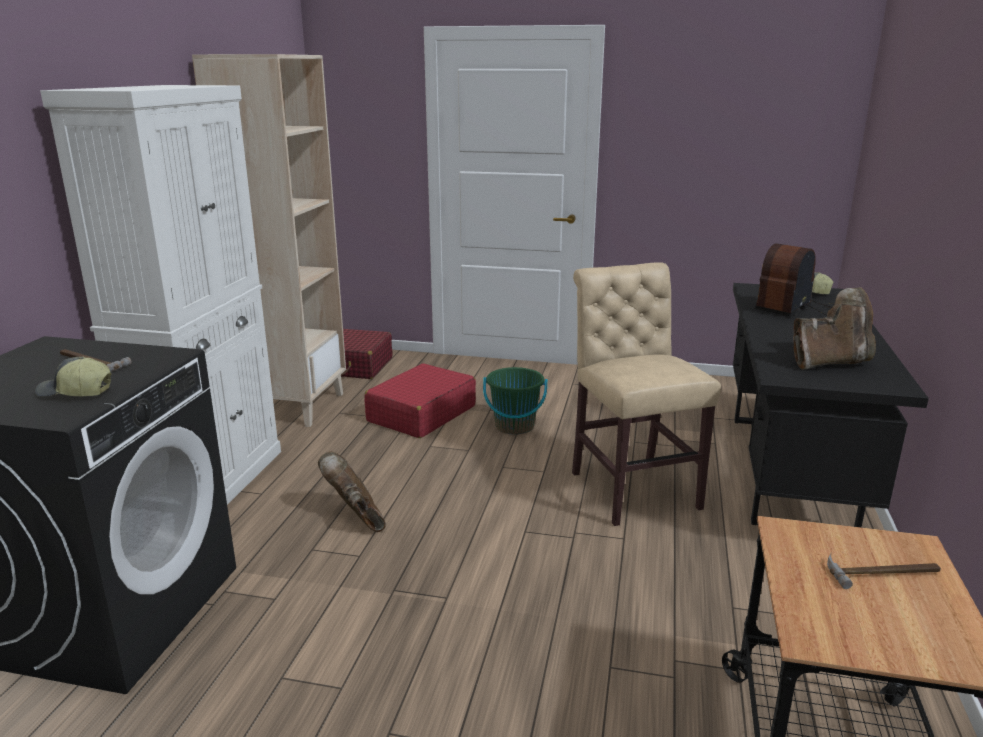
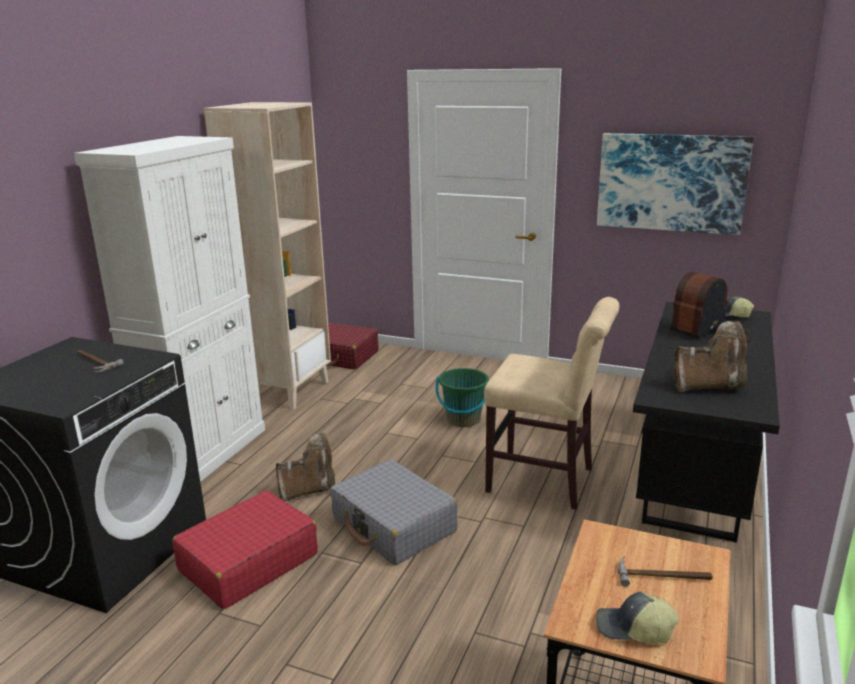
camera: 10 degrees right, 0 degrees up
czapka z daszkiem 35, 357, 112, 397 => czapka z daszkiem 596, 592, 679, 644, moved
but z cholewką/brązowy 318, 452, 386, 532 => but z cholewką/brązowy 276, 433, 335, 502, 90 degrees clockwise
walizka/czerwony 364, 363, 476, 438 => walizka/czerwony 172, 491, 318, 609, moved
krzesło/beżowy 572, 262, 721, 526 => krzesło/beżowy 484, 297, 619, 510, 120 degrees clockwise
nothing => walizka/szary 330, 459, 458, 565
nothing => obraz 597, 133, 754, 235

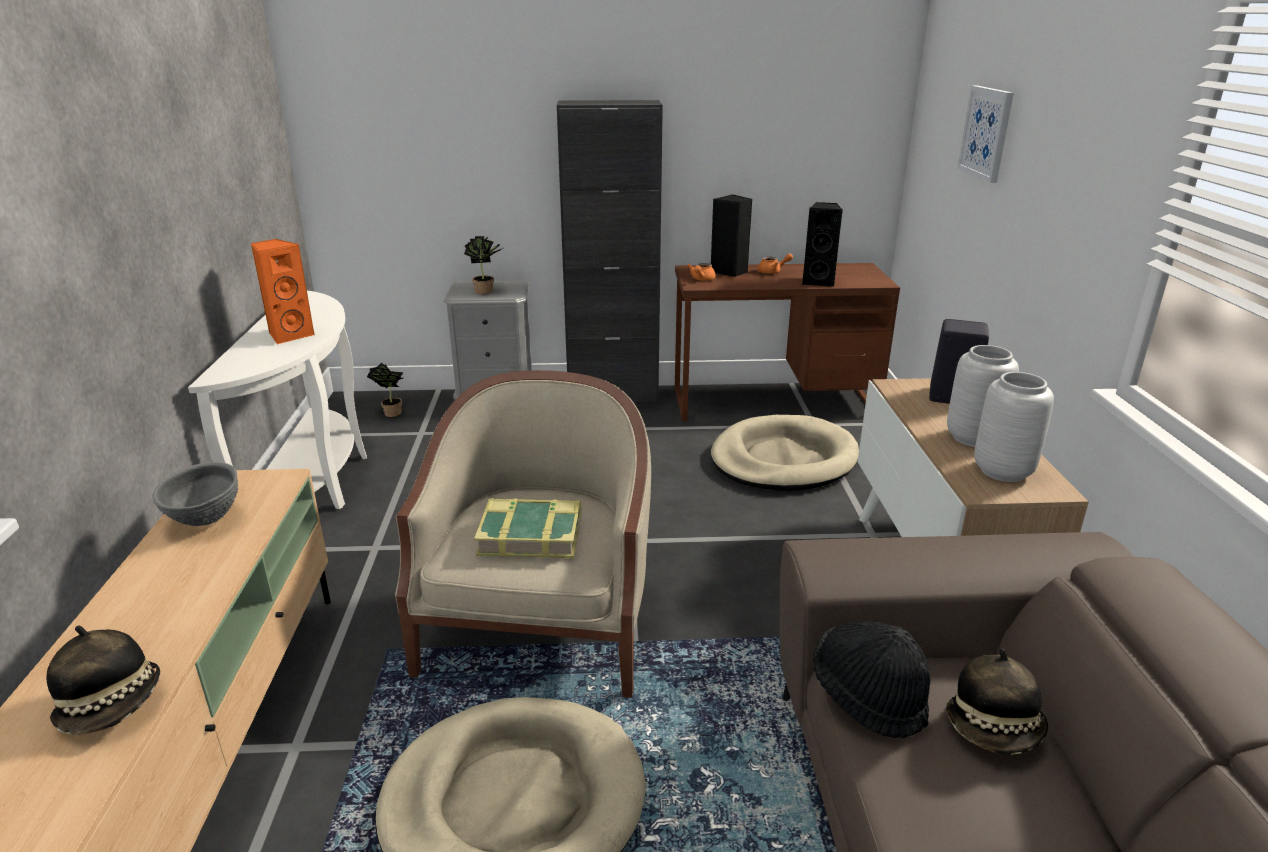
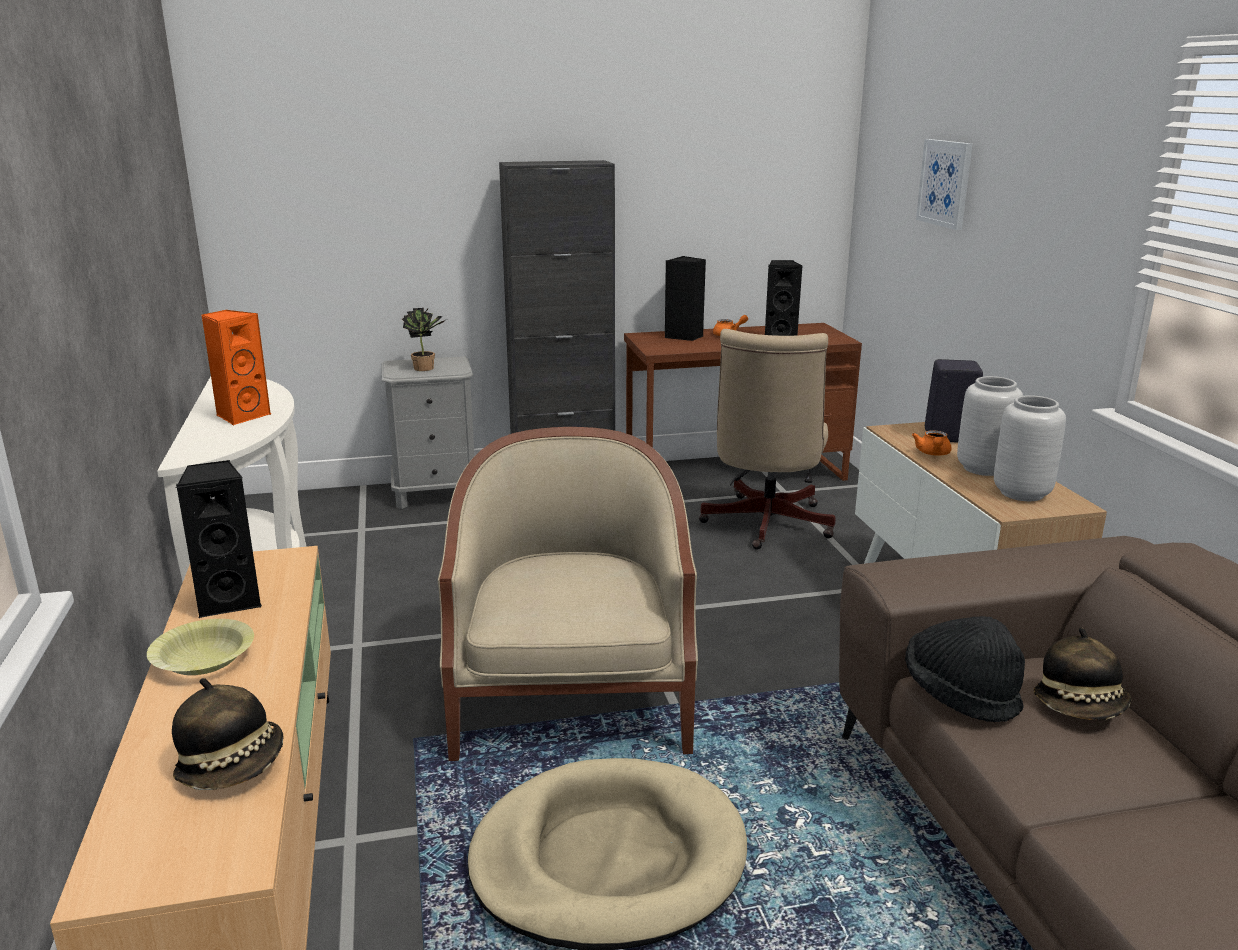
camera: 10 degrees left, 5 degrees down
miska/szary 152, 462, 238, 526 => głośnik/czarny 176, 460, 262, 619
roślina doniczkowa 367, 362, 403, 417 => nothing
książka 474, 498, 581, 558 => nothing
imbryk/pomarańczowy 687, 263, 716, 281 => imbryk/pomarańczowy 912, 430, 951, 456, moved
legowisko/beżowy 711, 415, 859, 491 => krzesło biurowe/beżowy 699, 329, 836, 550
nothing => miska/żółty 147, 619, 254, 675

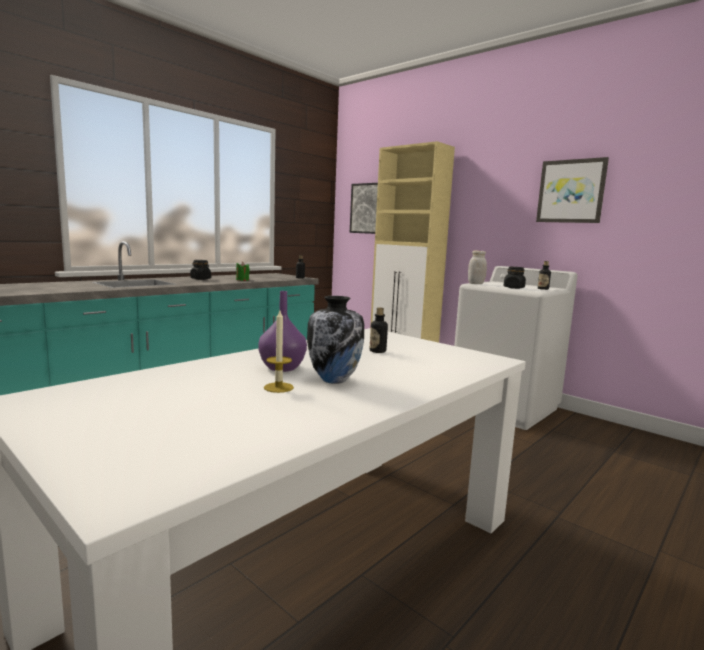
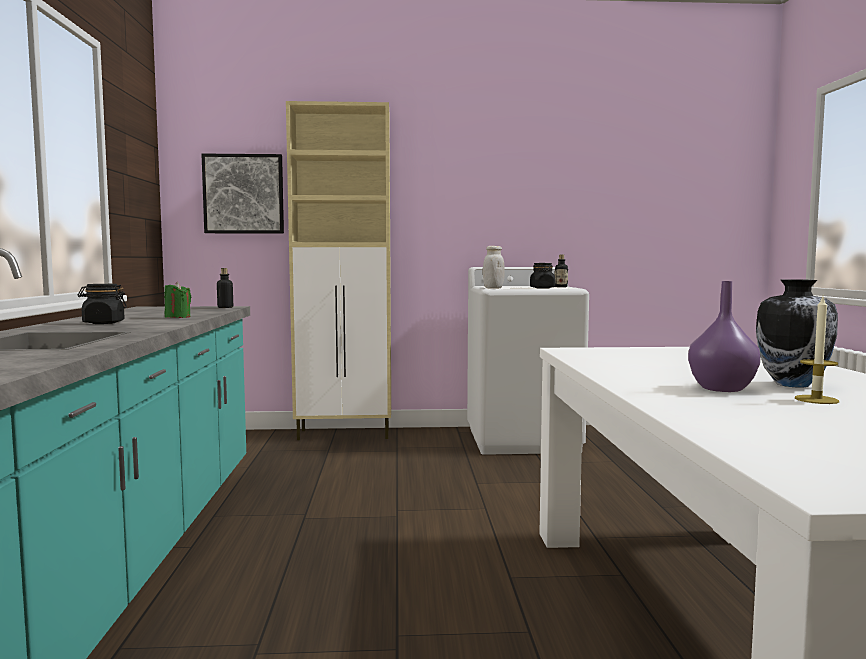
camera: 45 degrees left, 5 degrees down
butelka 370, 307, 388, 353 => nothing
obraz 536, 157, 609, 223 => nothing

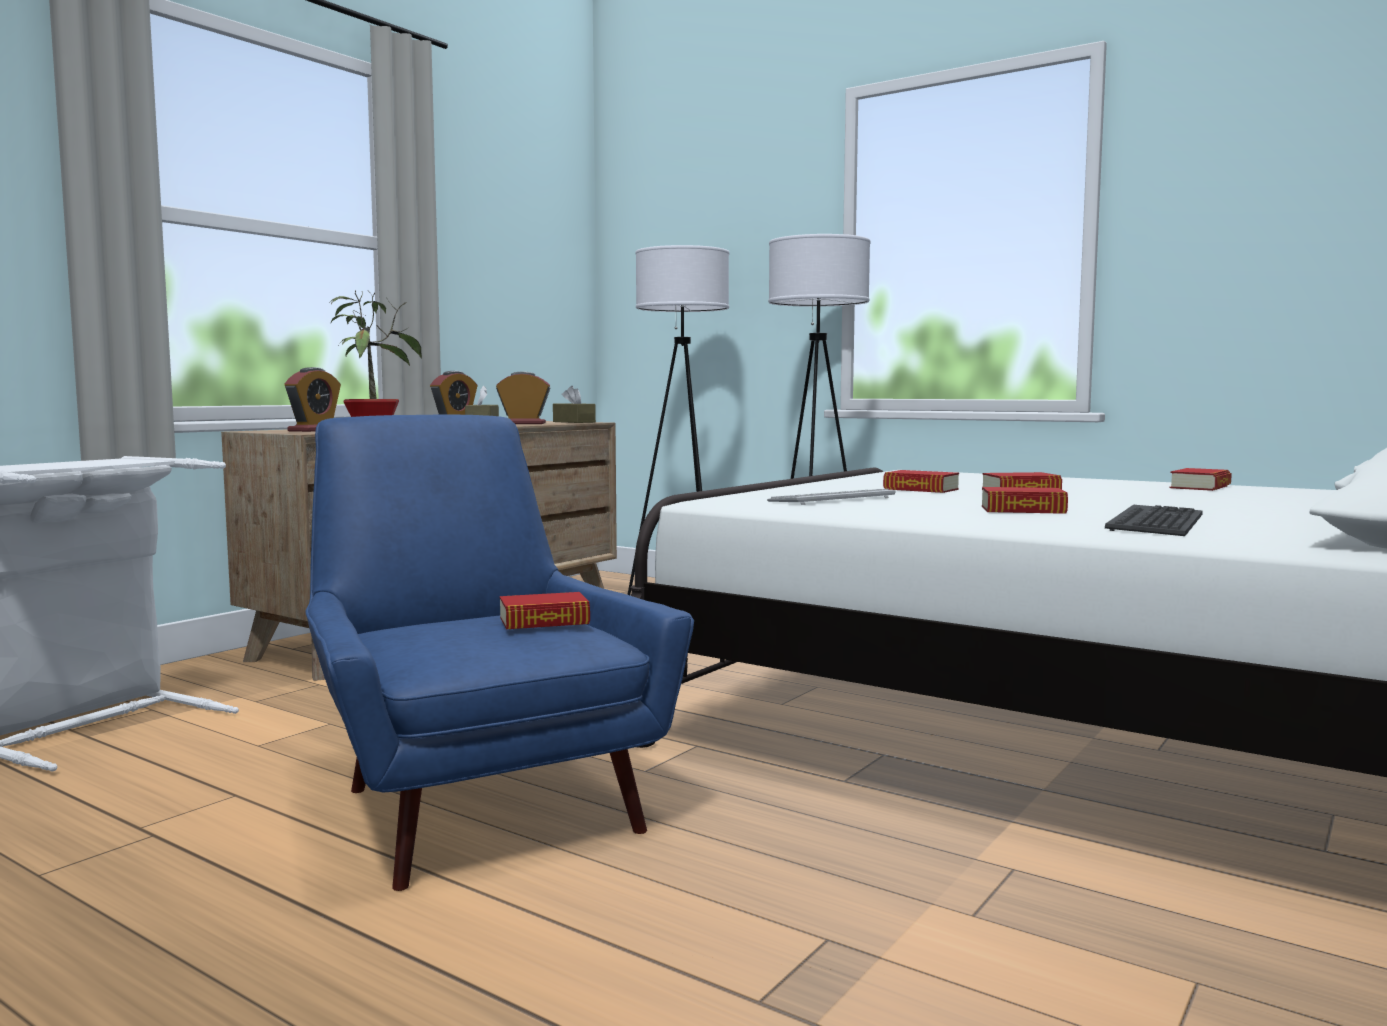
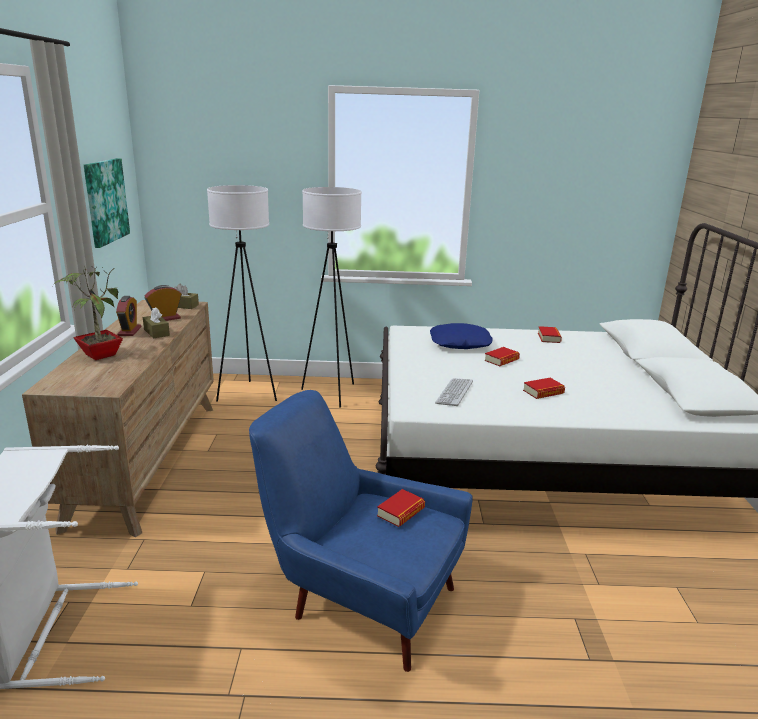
camera: 35 degrees left, 15 degrees up
budzik 285, 367, 341, 432 => nothing
książka 883, 470, 959, 493 => nothing
klawiatura 1105, 505, 1203, 536 => nothing
nothing => obraz 84, 158, 130, 248
nothing => poduszka/niebieski 430, 323, 493, 349

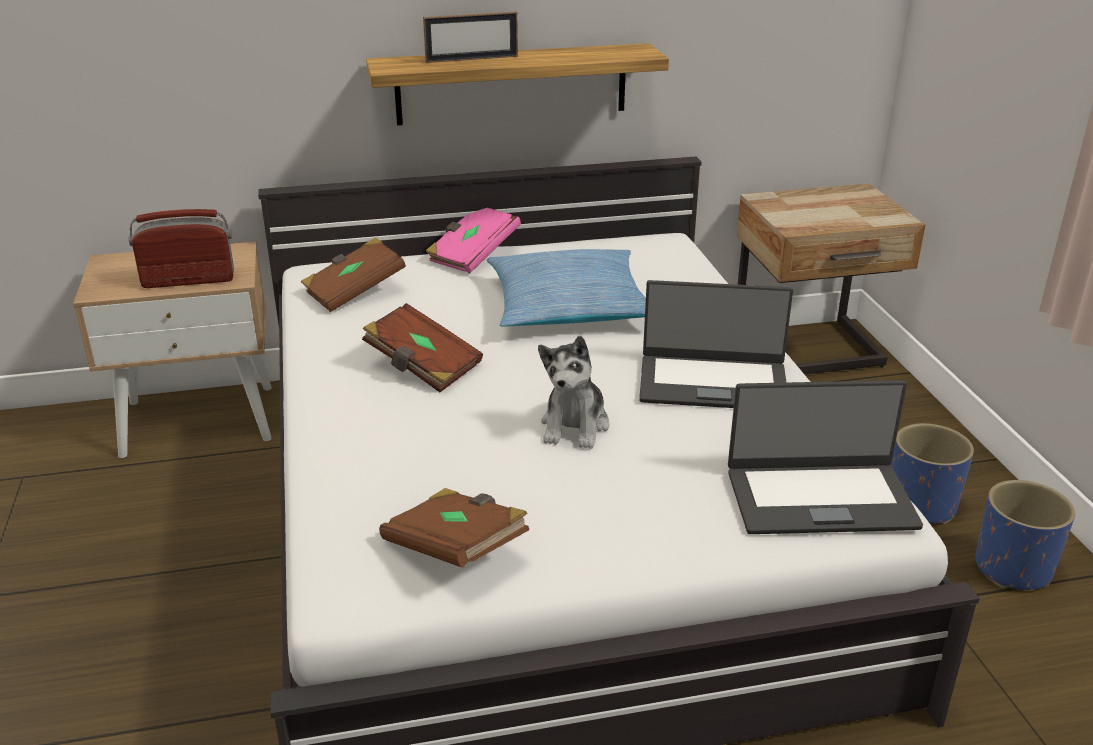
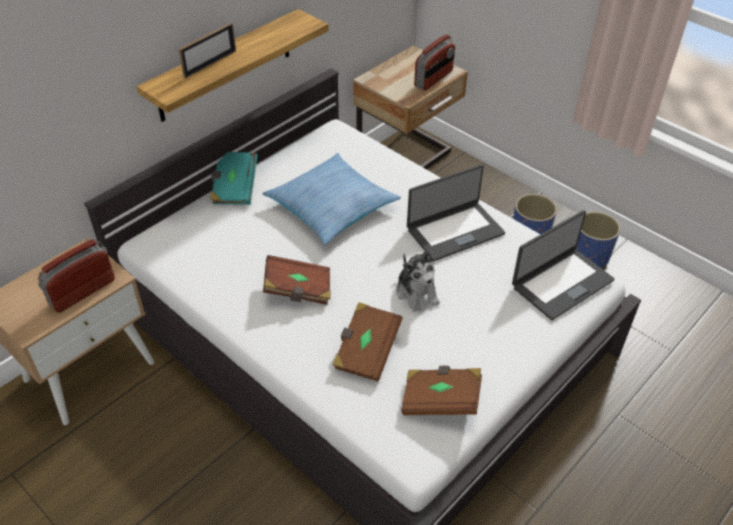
camera: 35 degrees left, 15 degrees up
książka/brązowy 301, 237, 406, 312 => książka/brązowy 333, 302, 403, 382, moved
książka/różowy 425, 207, 521, 273 => książka/turkusowy 210, 152, 258, 205
nothing => radio 414, 34, 455, 91

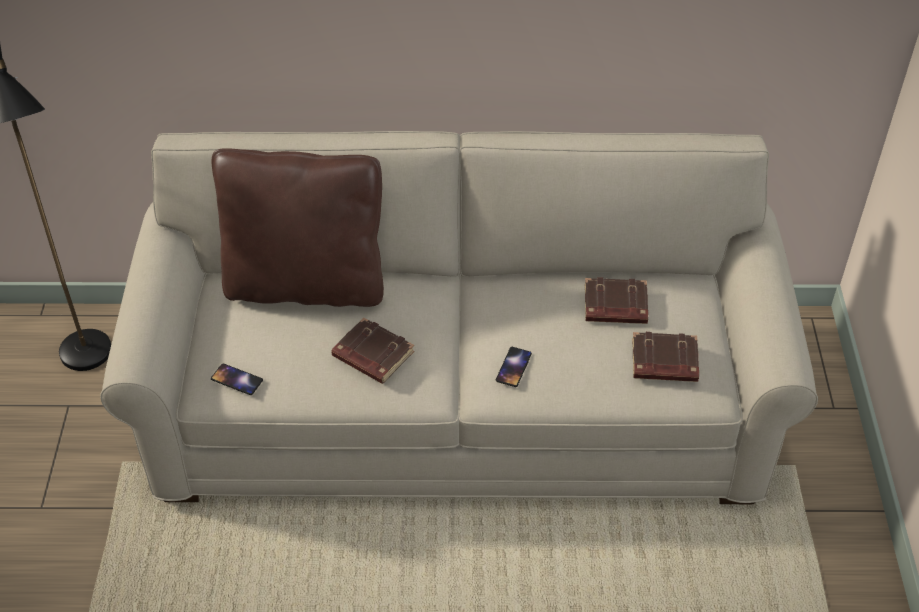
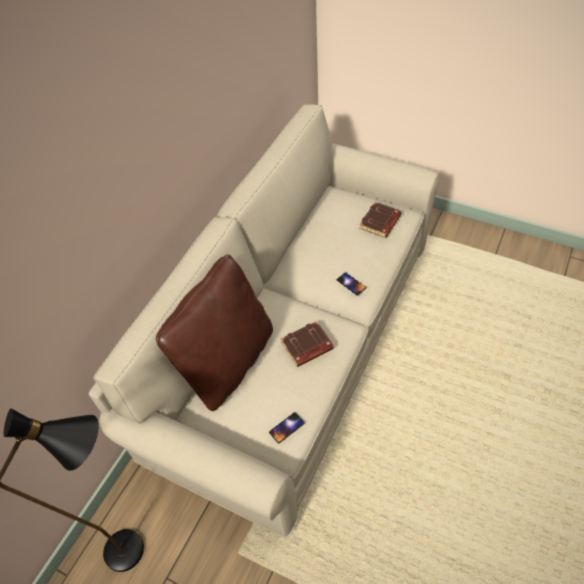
camera: 60 degrees left, 5 degrees up
książka/brązowy 585, 277, 648, 324 => nothing

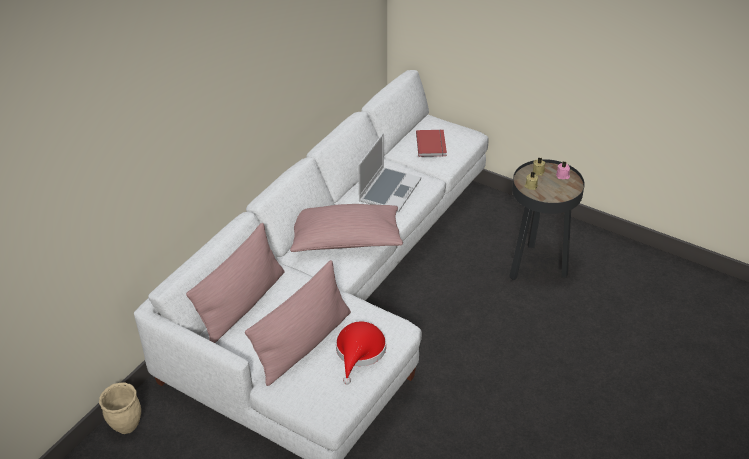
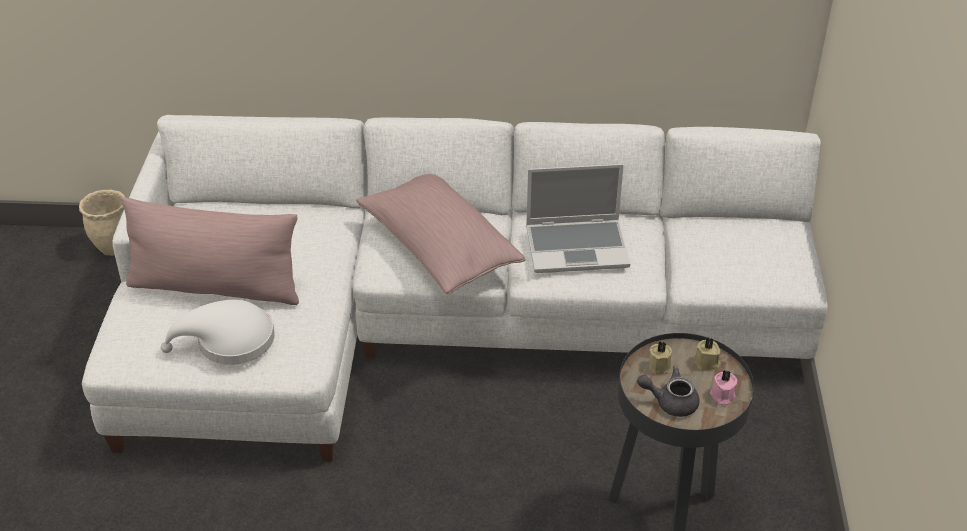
camera: 60 degrees right, 0 degrees up
poduszka/różowy 186, 223, 285, 343 => nothing
kapelusz/czerwony 336, 321, 386, 384 => kapelusz/biały 161, 300, 274, 365
książka/czerwony 416, 129, 447, 157 => nothing
nothing => imbryk/szary 637, 366, 699, 417

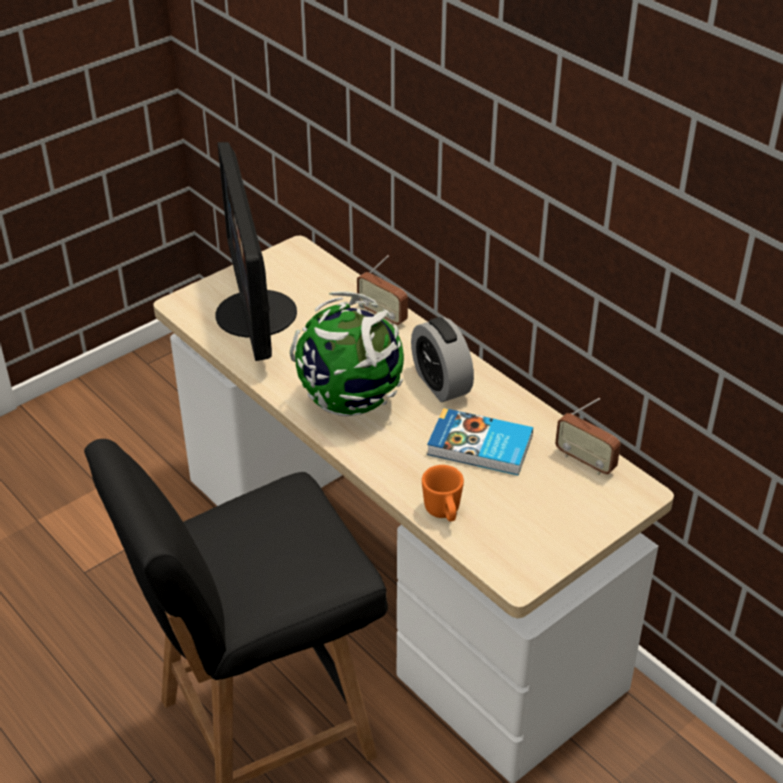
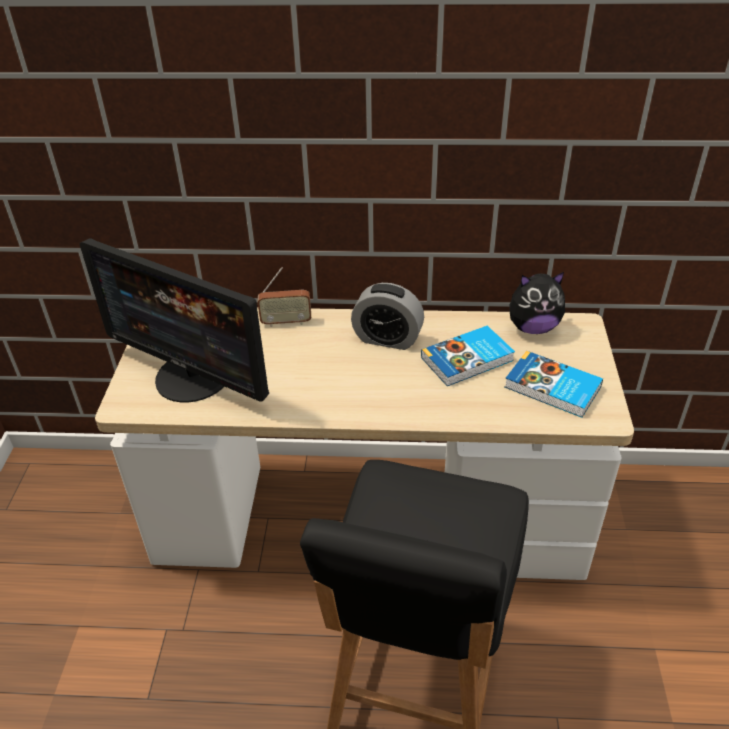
camera: 45 degrees left, 0 degrees up
globus 290, 292, 404, 416 => nothing
kubek/pomarańczowy 422, 465, 464, 522 => nothing
radio 555, 398, 621, 475 => pluszak 509, 272, 565, 334
nothing => książka 505, 351, 603, 418

